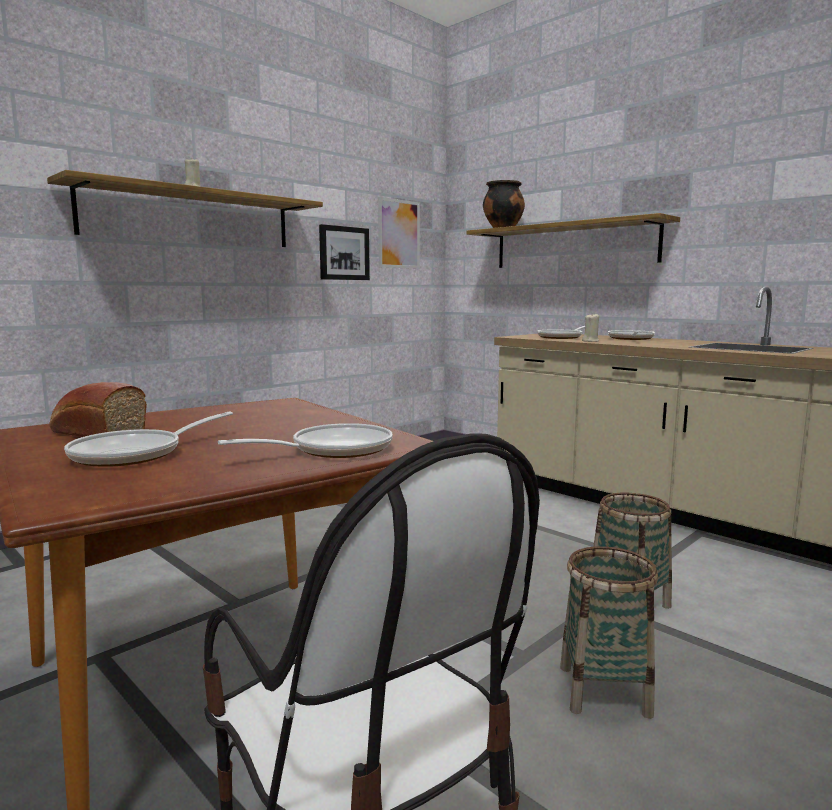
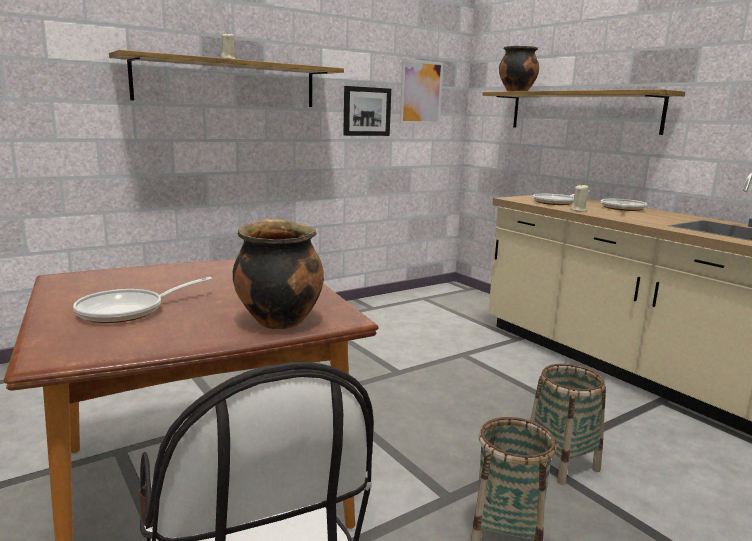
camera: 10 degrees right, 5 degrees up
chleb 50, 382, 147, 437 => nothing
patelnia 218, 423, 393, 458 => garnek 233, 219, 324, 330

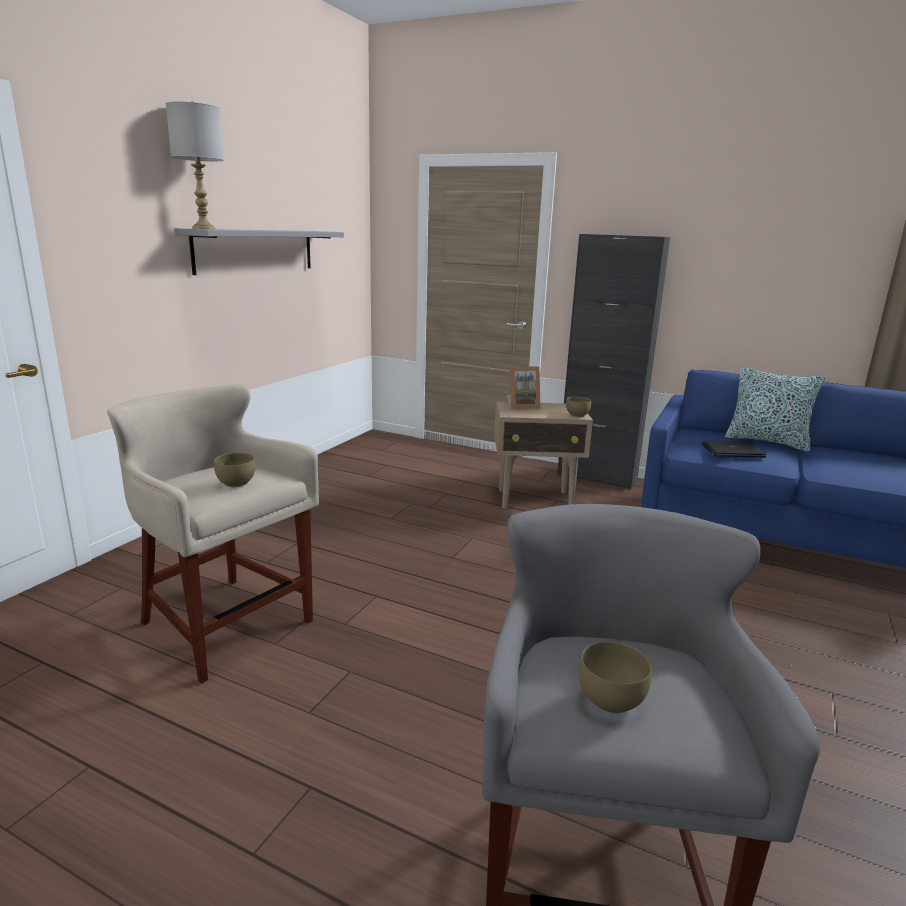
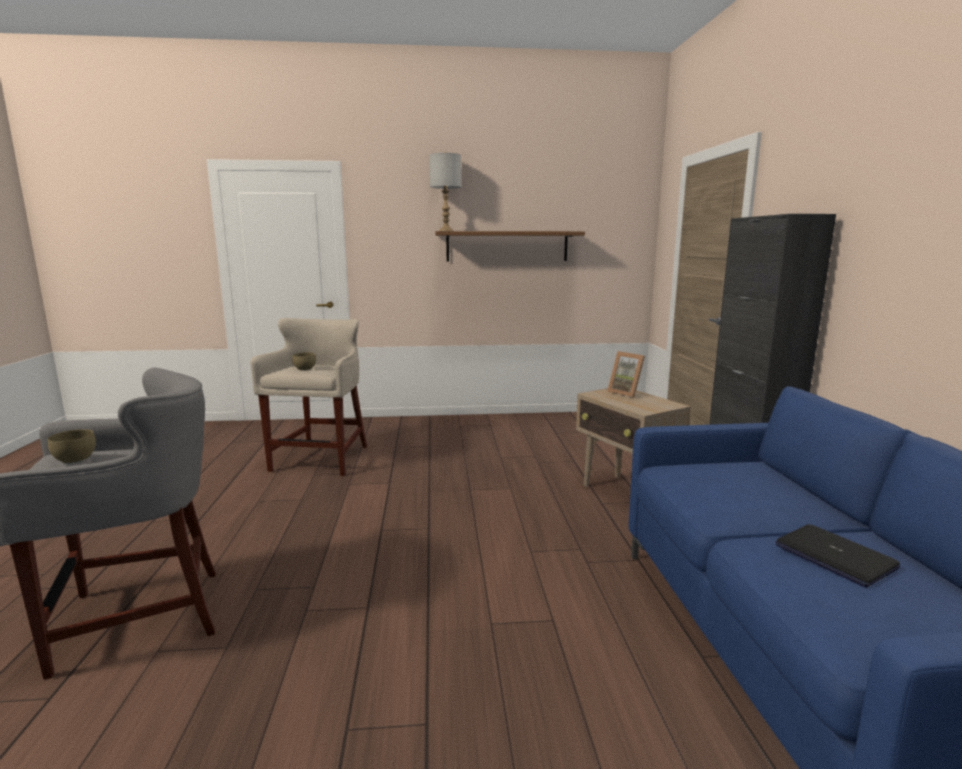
camera: 60 degrees right, 5 degrees down
półka/szary 175, 228, 344, 275 => półka/brązowy 435, 231, 585, 261
miska/brązowy 566, 396, 591, 417 => nothing
laptop 702, 441, 766, 458 => laptop 776, 524, 900, 588, moved
poduszka 725, 367, 826, 452 => nothing

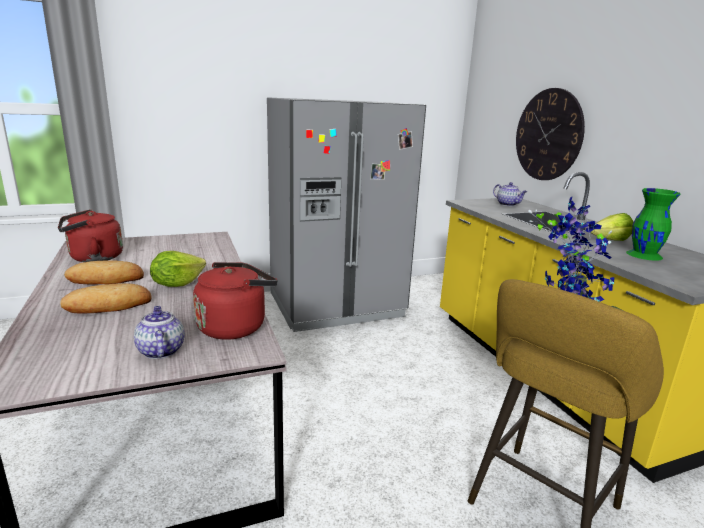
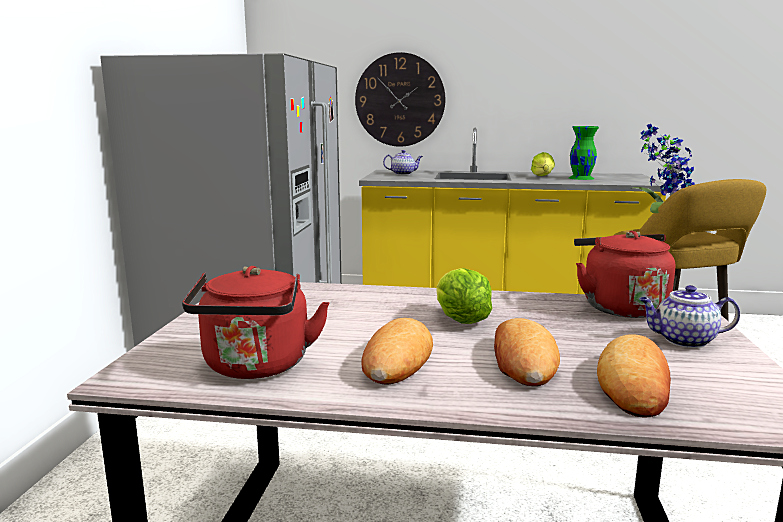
camera: 60 degrees left, 5 degrees down
nothing => chleb 597, 335, 671, 418

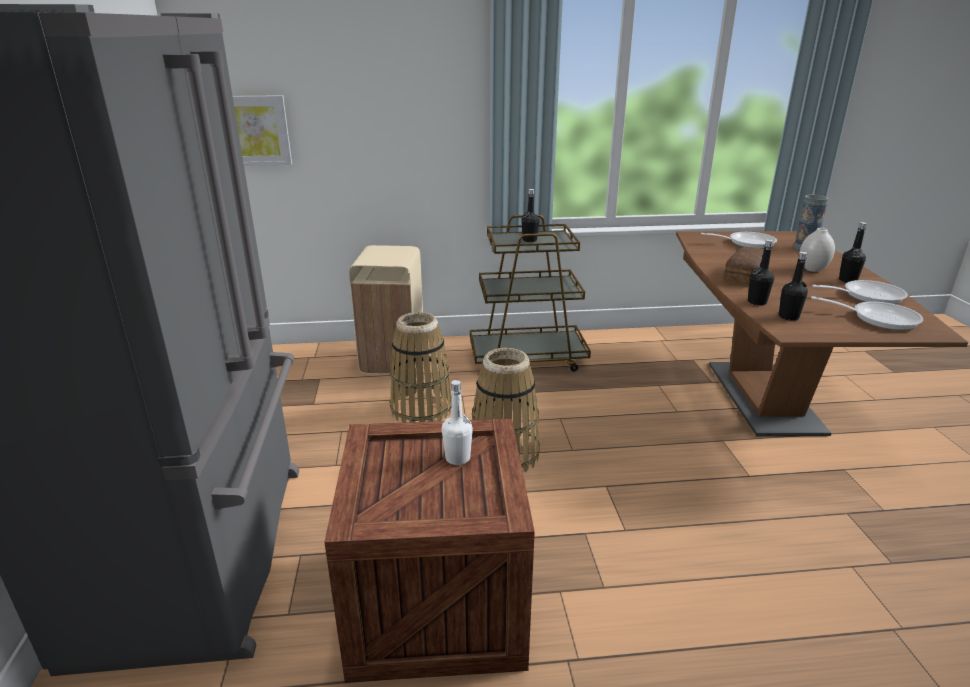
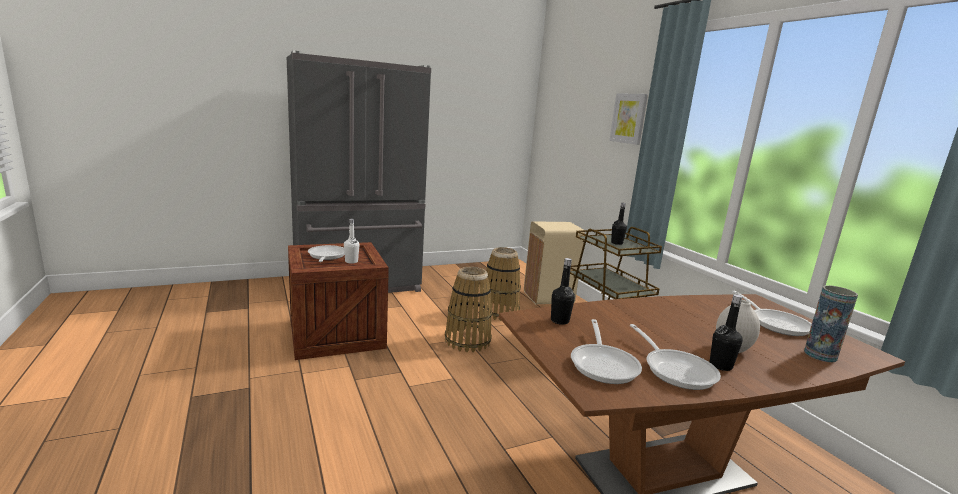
camera: 70 degrees right, 10 degrees down
obraz 233, 95, 292, 166 => obraz 609, 93, 648, 145, moved
chleb 723, 247, 764, 286 => nothing
butelka/czarny 748, 240, 774, 305 => nothing
nothing => patelnia 308, 245, 345, 262

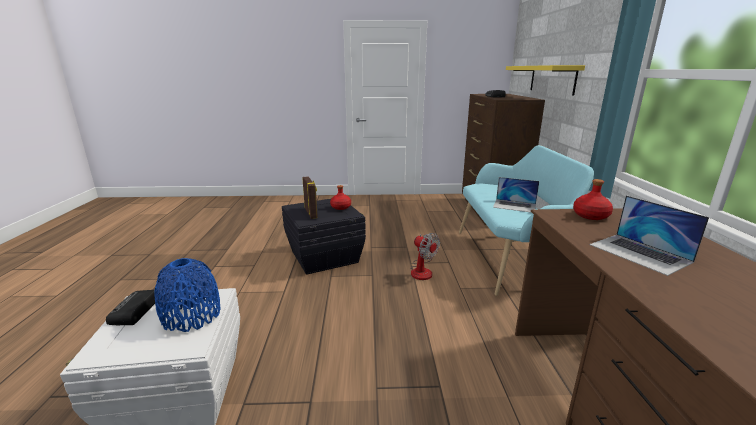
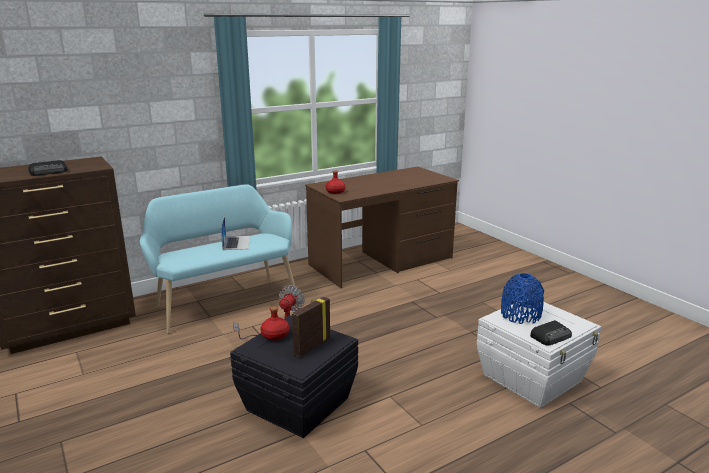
camera: 120 degrees left, 0 degrees up
półka/żółty 506, 65, 585, 96 => nothing
laptop 590, 195, 709, 276 => nothing

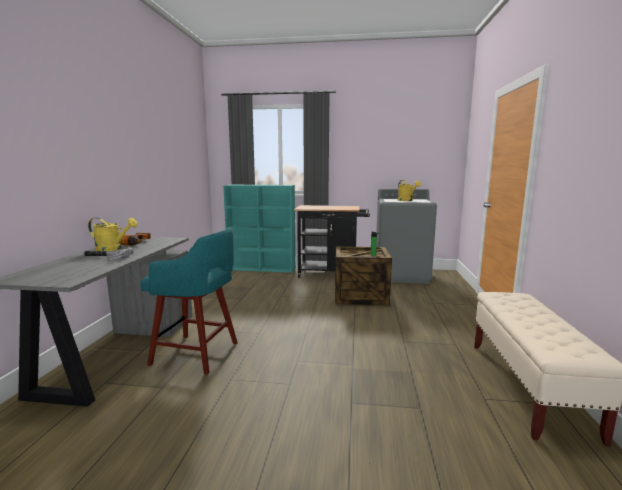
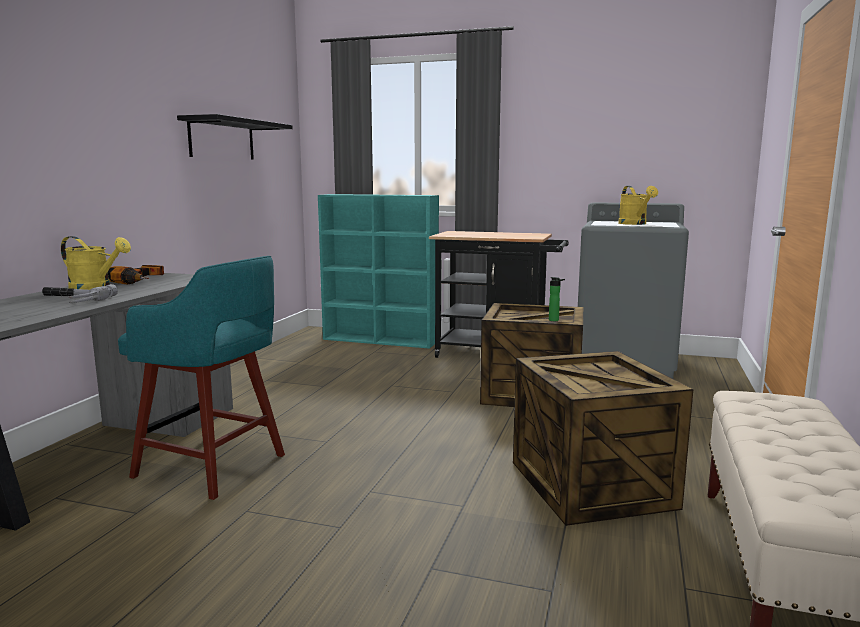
camera: 10 degrees right, 0 degrees up
nothing => półka/czarny 177, 114, 293, 160
nothing => skrzynka 513, 351, 693, 526

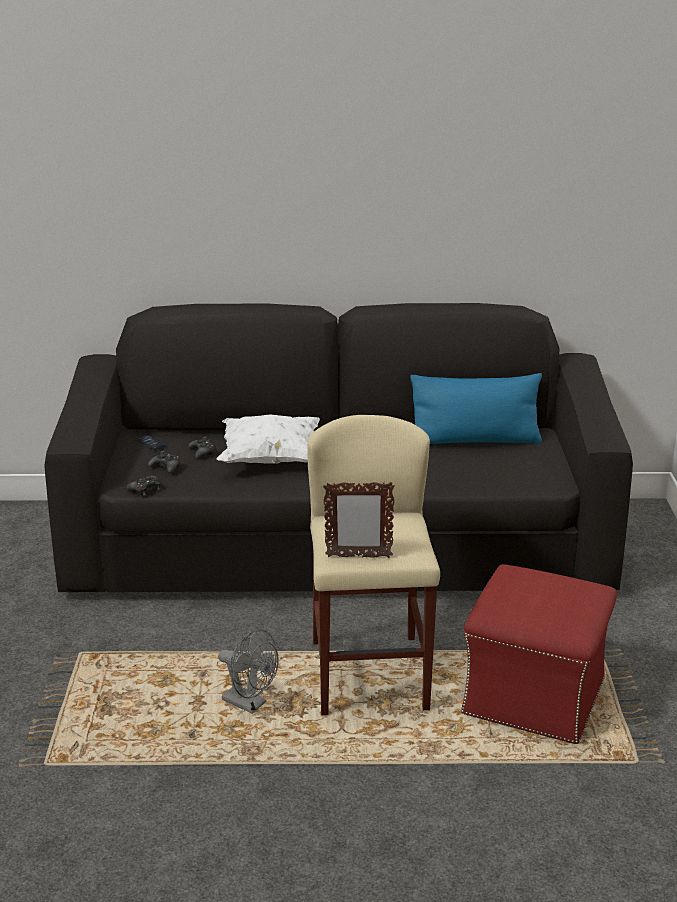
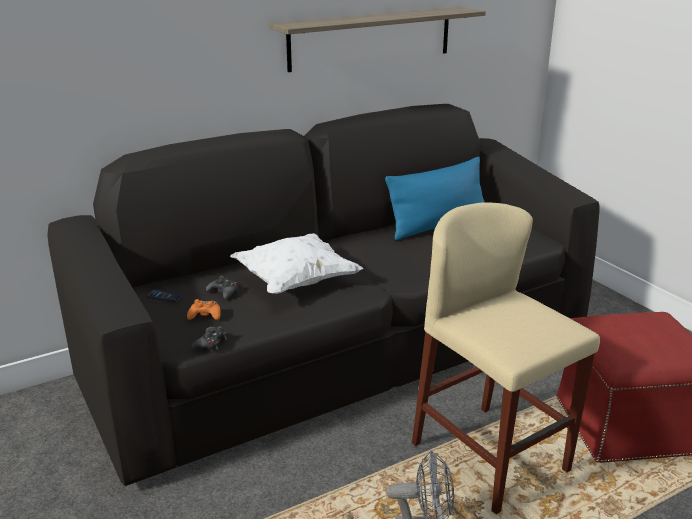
camera: 30 degrees left, 0 degrees up
pad do gier/czarny 148, 451, 180, 473 => pad do gier/pomarańczowy 187, 299, 221, 320
ramka na zdjęcie 323, 481, 395, 558 => nothing
nothing => półka 269, 7, 486, 72

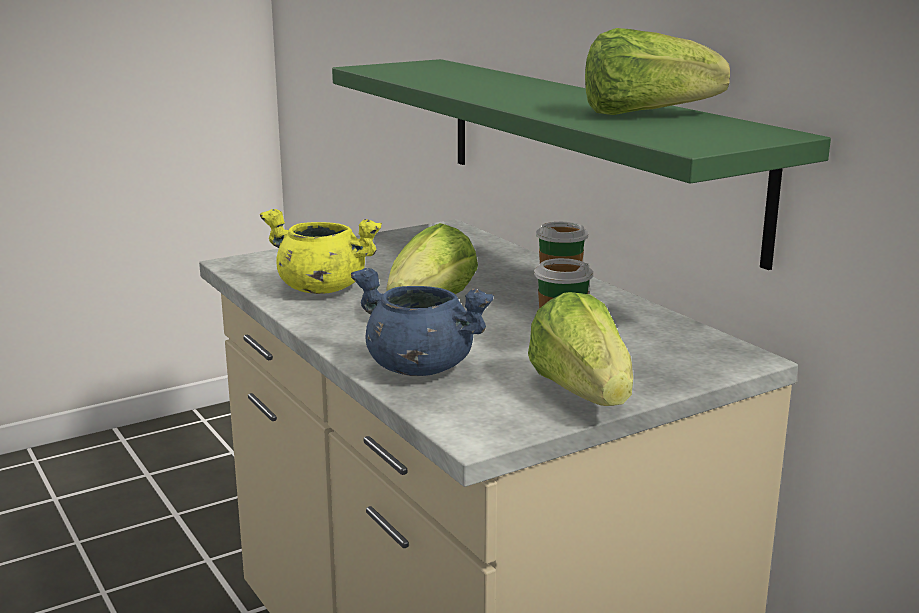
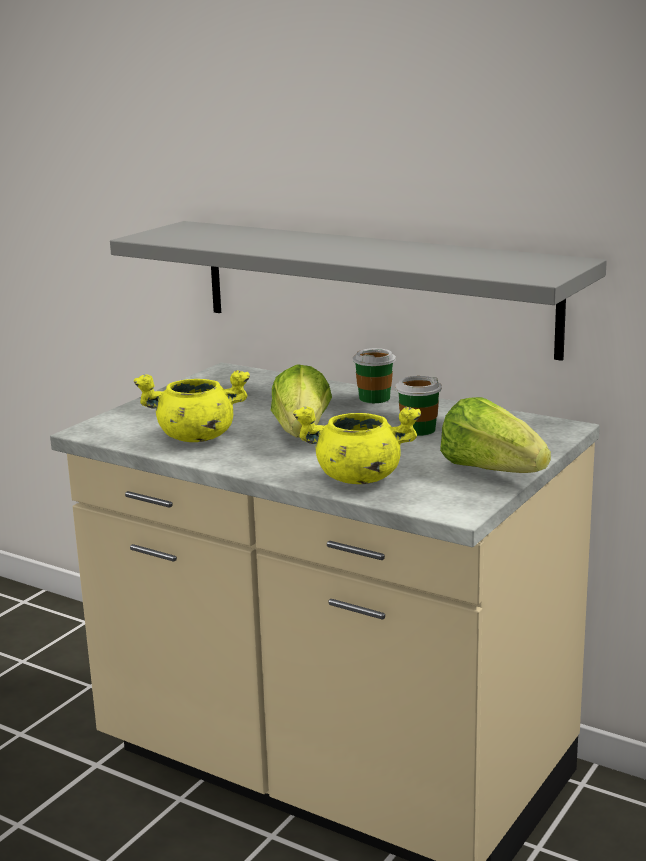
camera: 25 degrees left, 0 degrees up
półka/zielony 332, 59, 831, 270 => półka/szary 110, 221, 607, 361
garnek/niebieski 351, 268, 494, 376 => garnek/żółty 293, 407, 421, 484
sałata 585, 28, 730, 115 => nothing

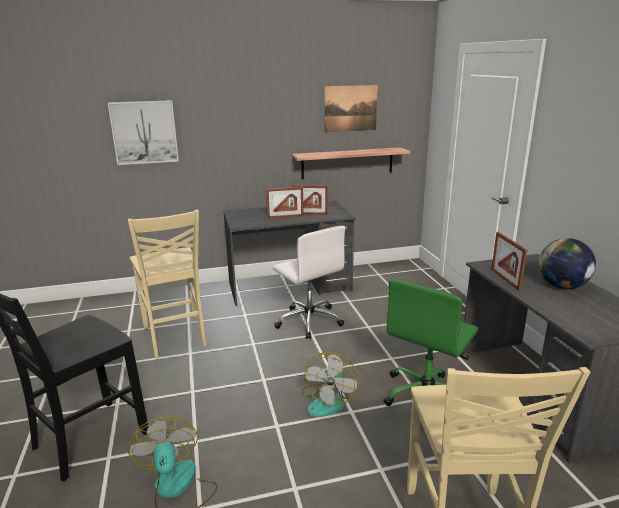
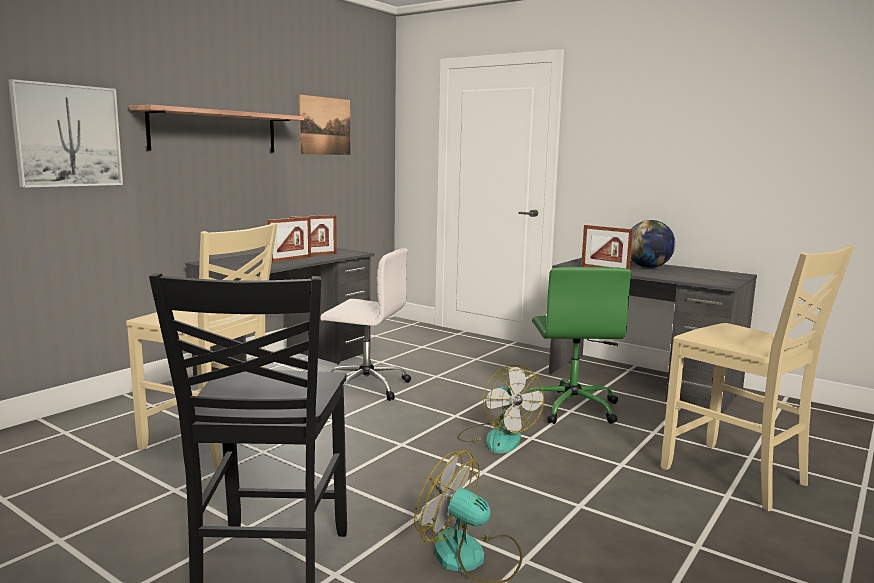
camera: 40 degrees left, 10 degrees down
półka 292, 147, 410, 179 => półka 129, 105, 304, 153, moved

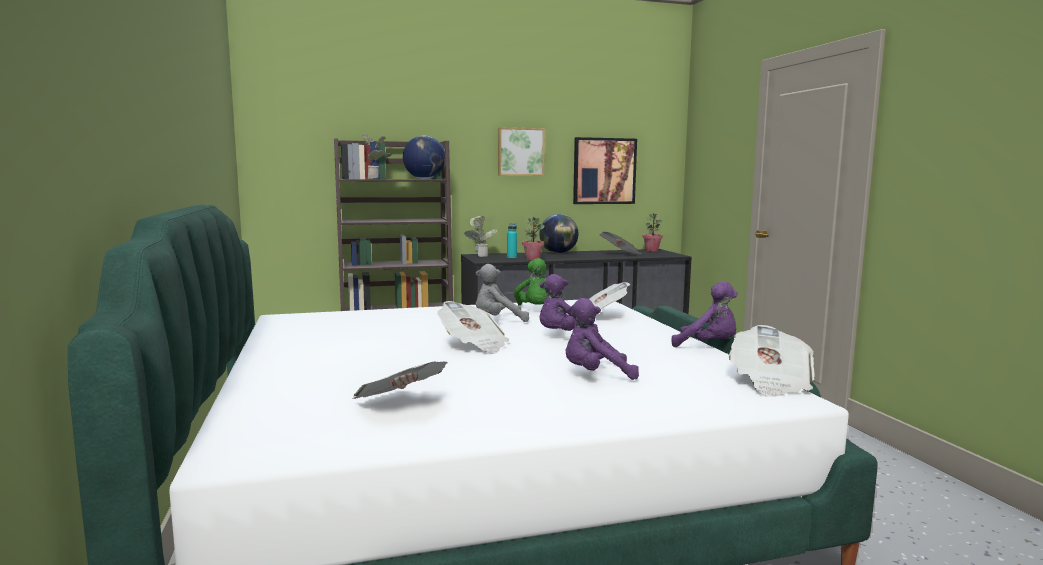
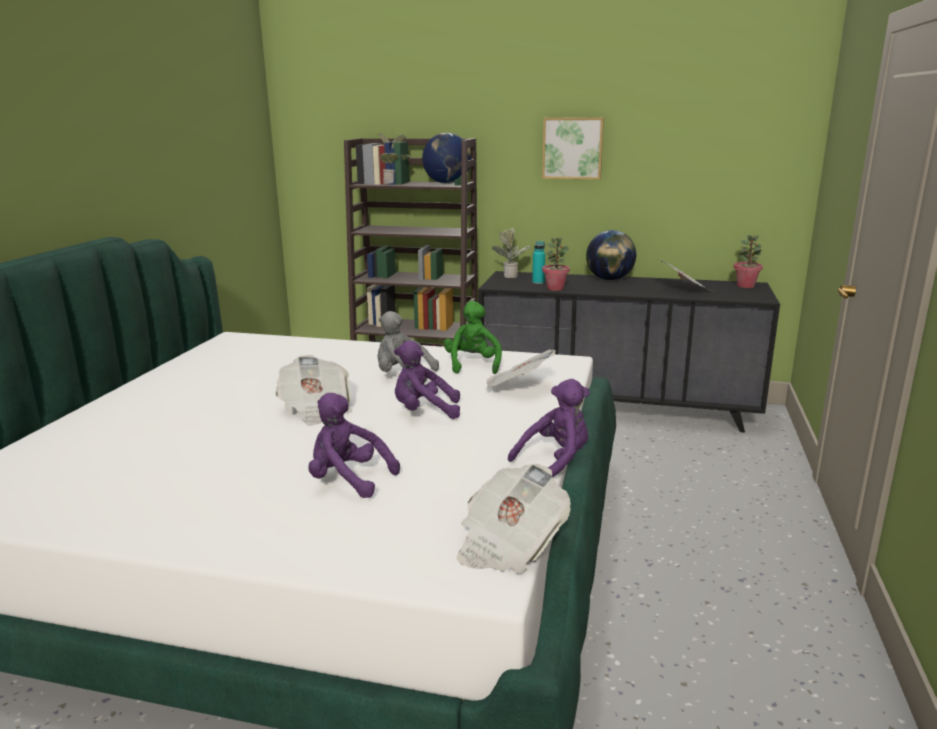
camera: 30 degrees right, 10 degrees up
gazeta 352, 361, 448, 399 => nothing
pluszak/zielony 514, 258, 563, 306 => pluszak/zielony 444, 301, 502, 374, 150 degrees clockwise
obraz 573, 137, 637, 204 => nothing
pluszak/fioletowy 671, 281, 738, 347 => pluszak/fioletowy 508, 379, 590, 477, 90 degrees counterclockwise

